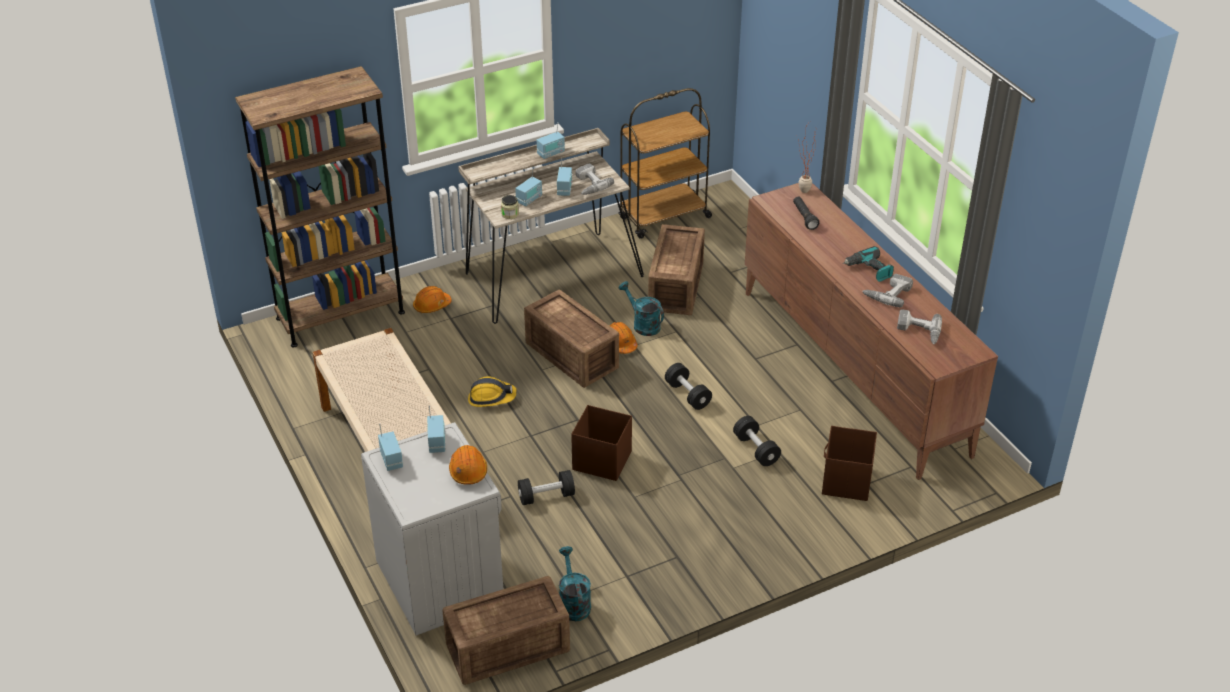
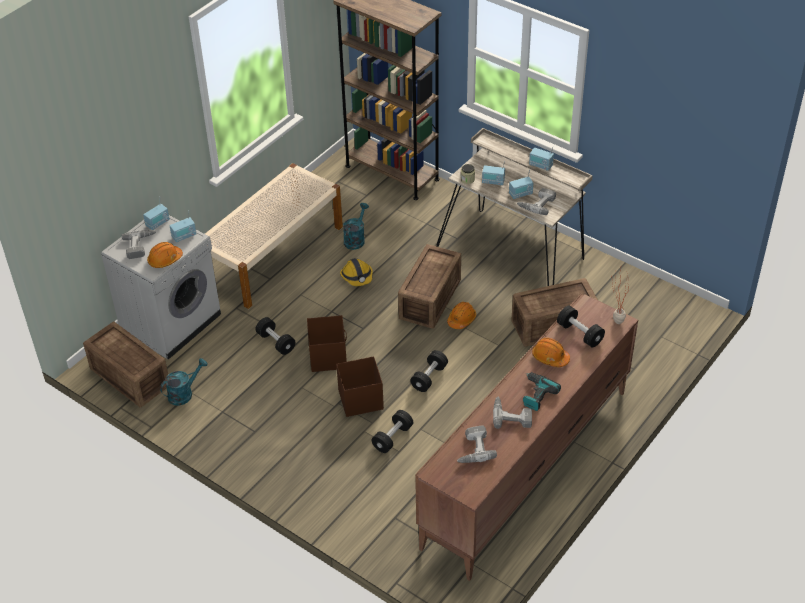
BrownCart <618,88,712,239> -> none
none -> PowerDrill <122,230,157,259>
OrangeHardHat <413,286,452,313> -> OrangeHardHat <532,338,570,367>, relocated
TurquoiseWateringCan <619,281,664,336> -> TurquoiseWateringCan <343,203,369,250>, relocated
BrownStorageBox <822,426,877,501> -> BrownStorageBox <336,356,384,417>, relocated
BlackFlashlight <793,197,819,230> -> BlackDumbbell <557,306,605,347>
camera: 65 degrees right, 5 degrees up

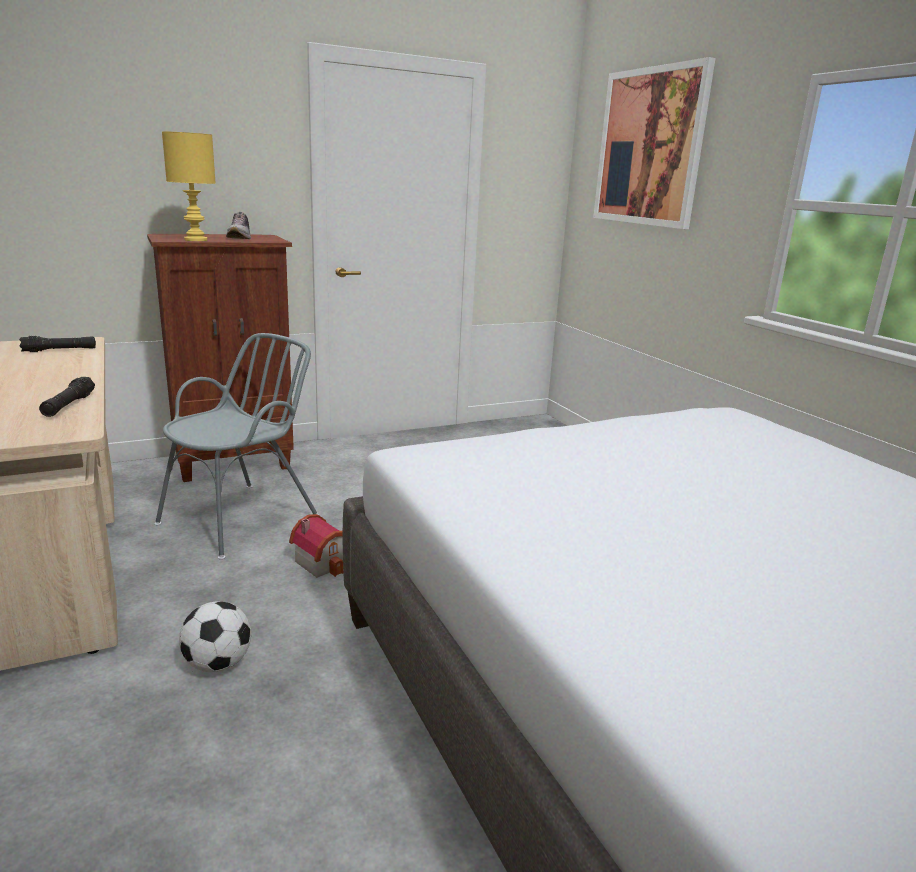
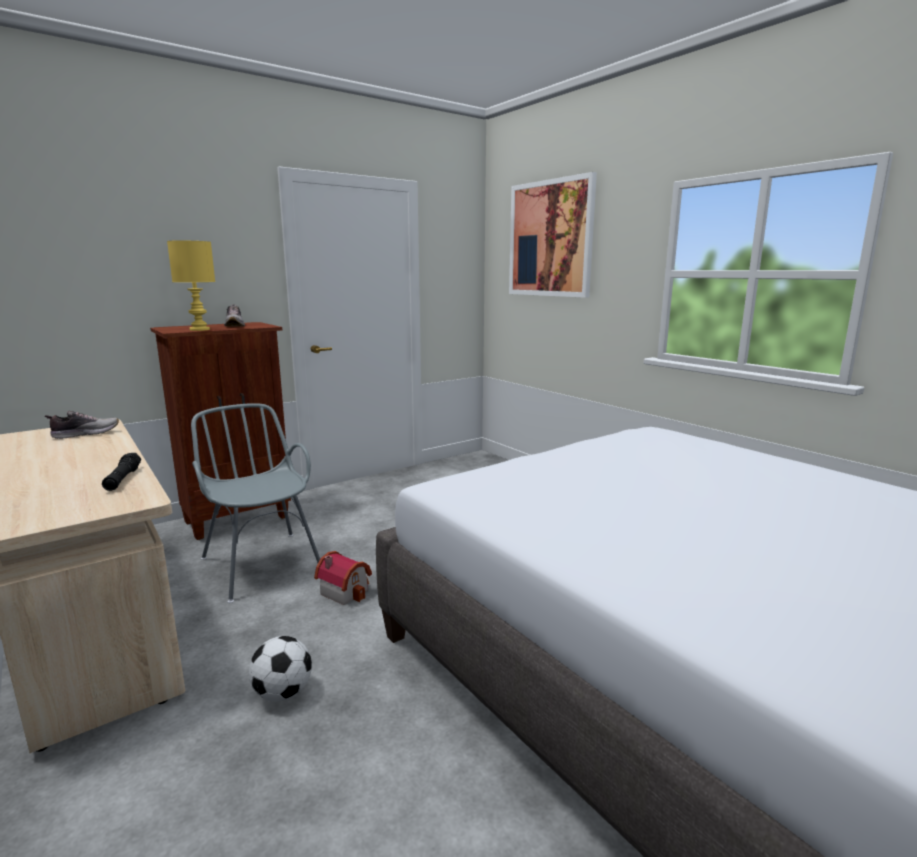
BlackFlashlight <19,336,96,352> -> Shoe <45,411,119,439>
GreyChair <154,333,319,559> -> GreyChair <191,403,320,603>, 60 degrees counterclockwise
camera: 10 degrees left, 5 degrees down

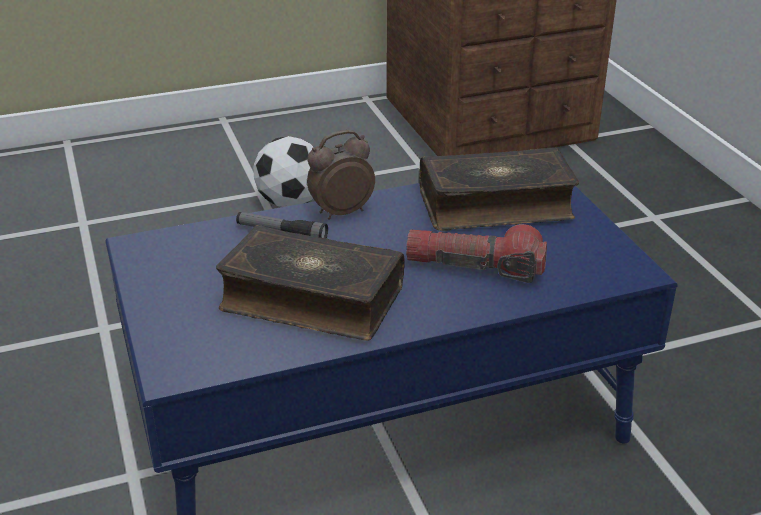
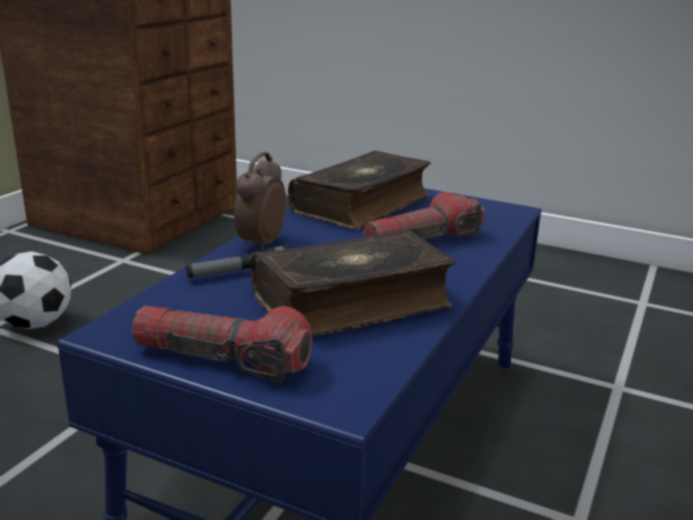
none -> Flashlight <132,306,312,383>
camera: 45 degrees left, 10 degrees down

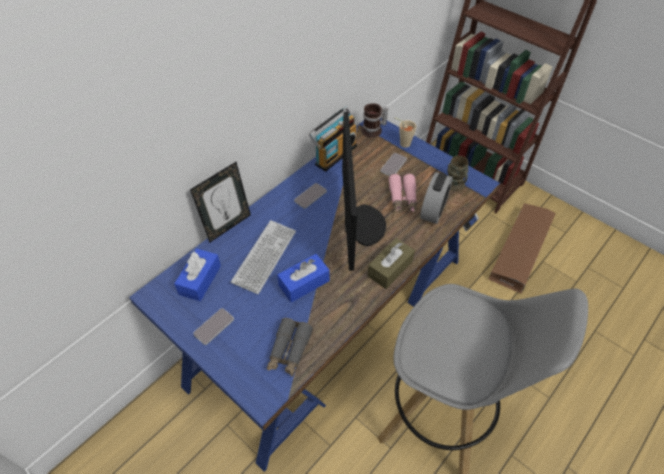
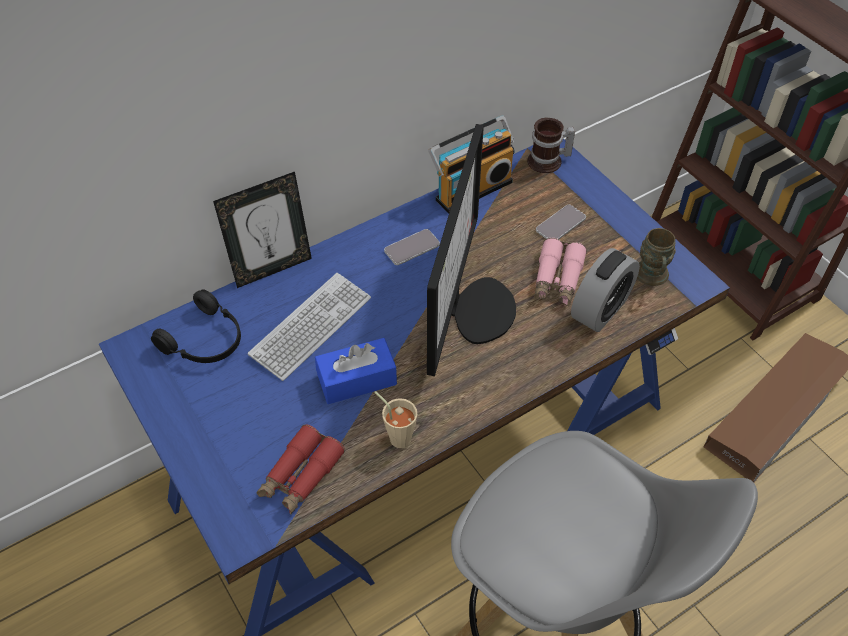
Phone <193,308,234,345> -> none
BrownTissueBox <367,238,415,289> -> none
BeigeCup <394,117,417,148> -> BeigeCup <374,391,417,448>, relocated
BlueTissueBox <174,248,221,301> -> BlackHeadphones <151,289,241,363>
GreyBinoculars <267,318,313,377> -> RedBinoculars <257,424,345,515>
camera: 15 degrees right, 0 degrees up

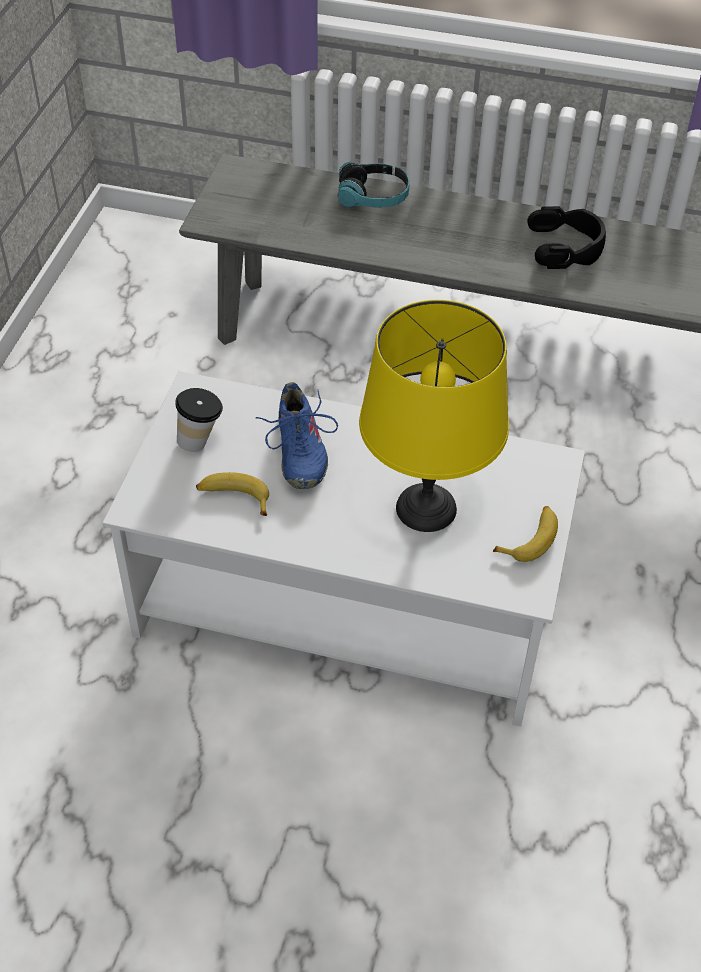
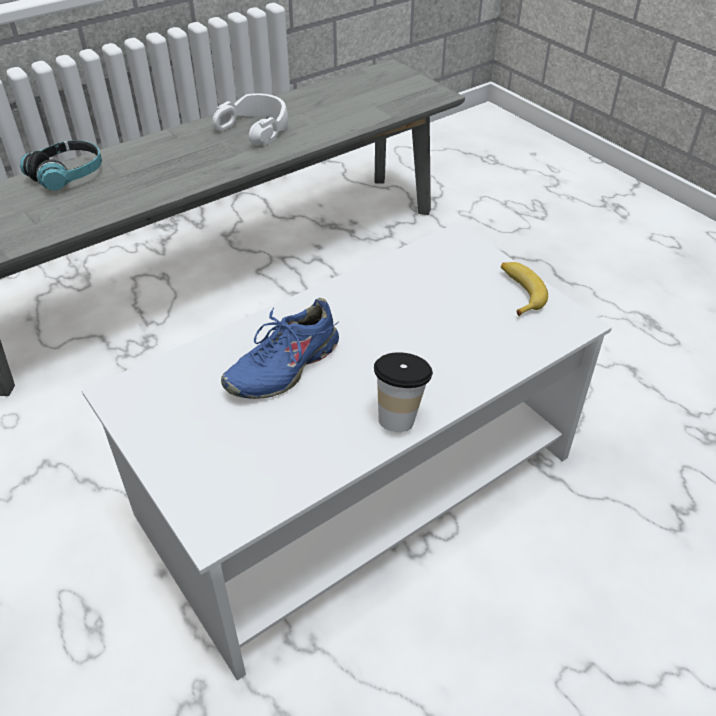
Banana <196,472,269,516> -> none
YellowTableLamp <359,300,509,532> -> none
Cup <175,388,223,452> -> Cup <374,352,433,432>, relocated
BlackHeadphones <527,206,606,269> -> WhiteHeadphones <213,93,288,146>
BlueShoe <256,382,338,489> -> BlueShoe <221,298,339,399>, 105 degrees clockwise
camera: 50 degrees left, 5 degrees down

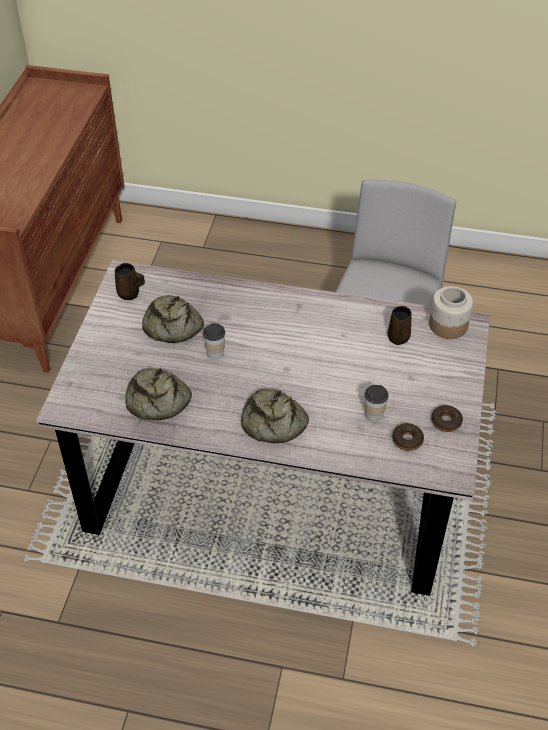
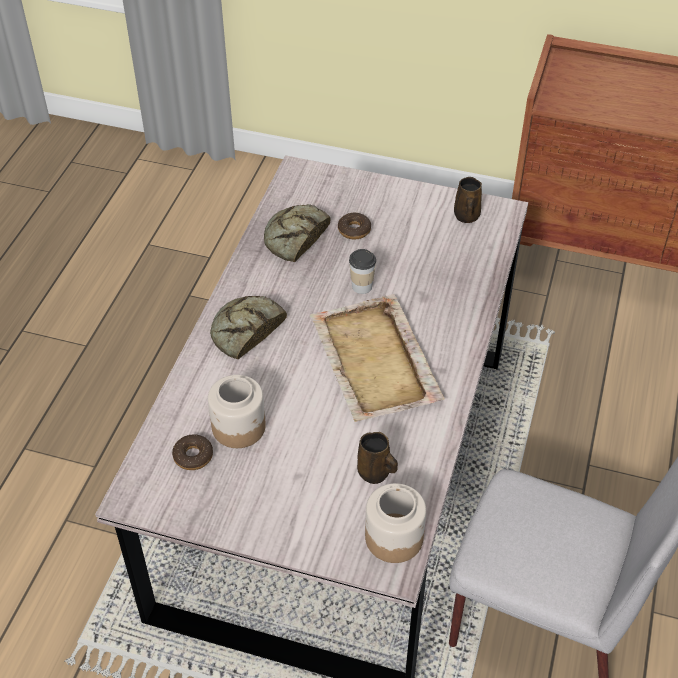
Bread <142,295,204,343> -> none
none -> BeigeTray <309,294,445,422>
Donut <431,405,463,432> -> Donut <338,213,371,239>, relocated
Cup <365,385,388,423> -> Jar <208,375,266,448>
camera: 95 degrees right, 0 degrees up

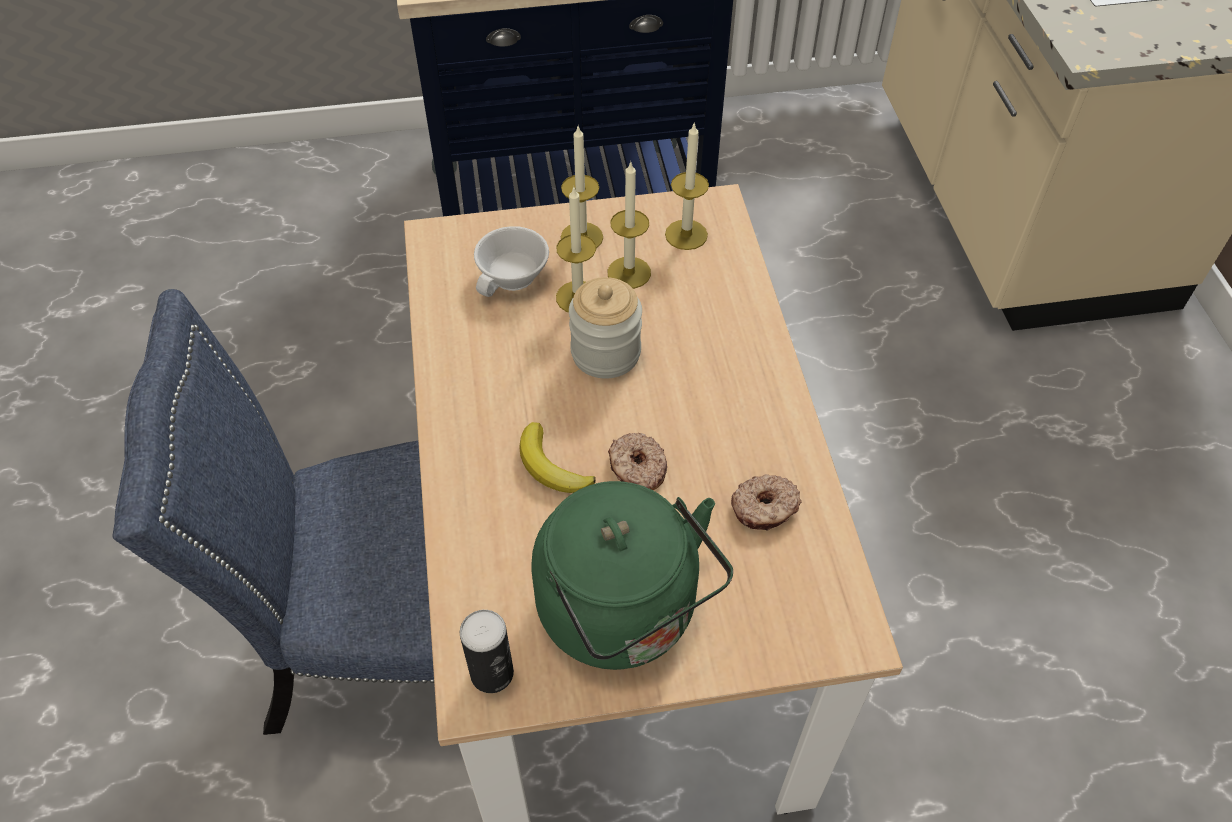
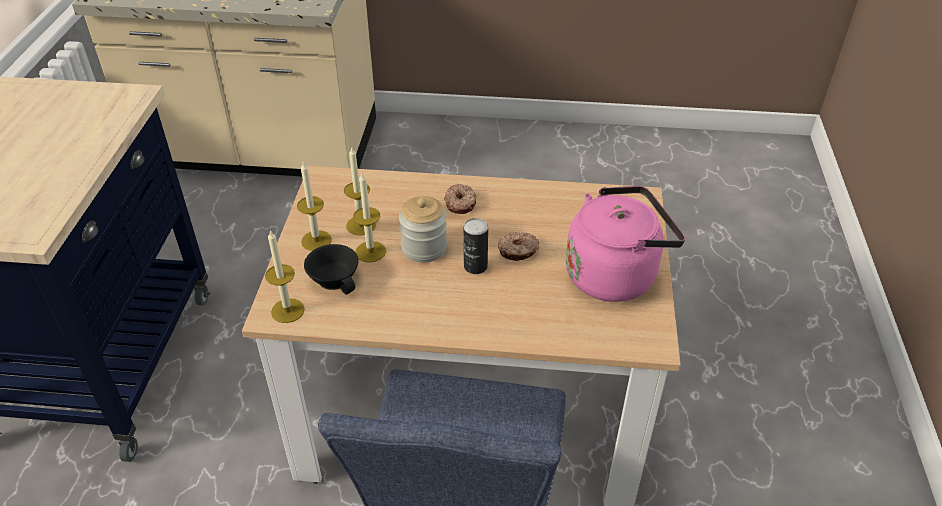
Banana <519,422,596,493> -> none
Can <460,610,514,693> -> Can <464,218,488,274>, relocated
Candle <665,122,709,250> -> Candle <265,230,305,323>, relocated
Donut <731,474,802,530> -> Donut <444,184,476,214>, relocated
WhiteCup <474,226,549,297> -> BlackCup <304,244,358,294>
GreenKettle <531,481,733,670> -> PinkKettle <566,186,685,302>
camera: 75 degrees left, 10 degrees down

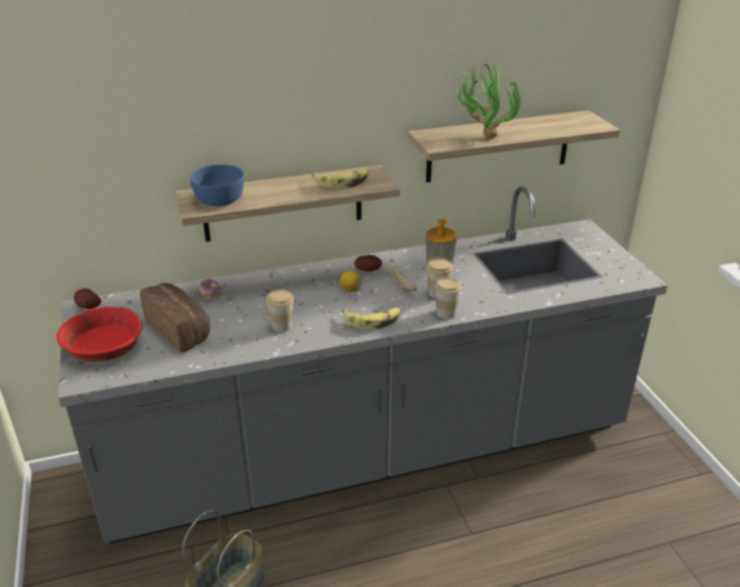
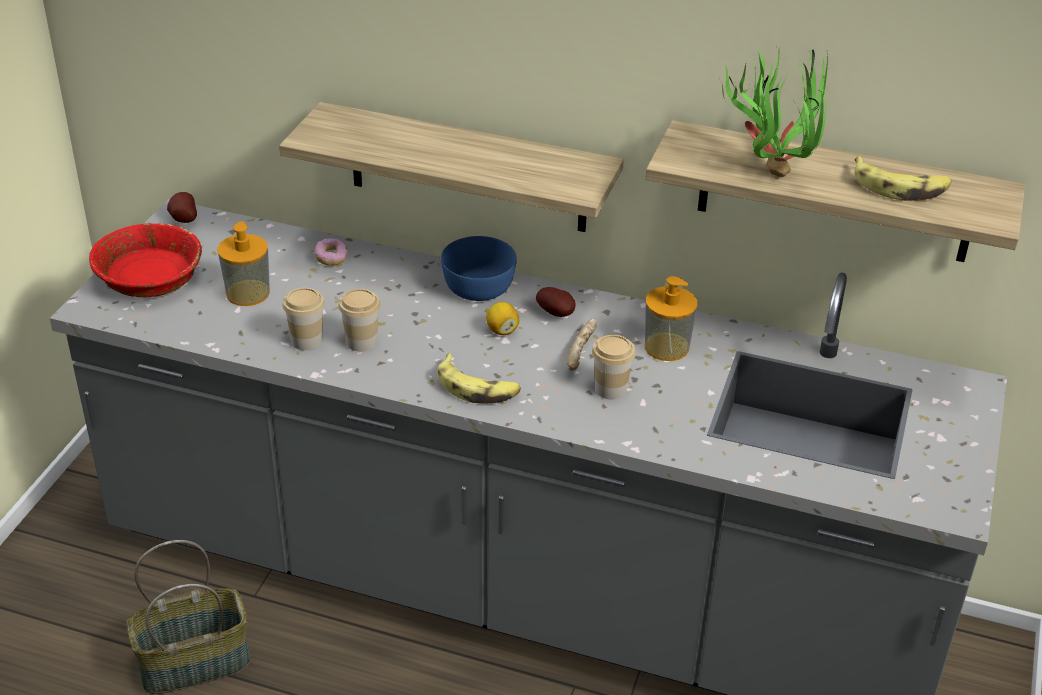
BlueBowl <190,164,244,206> -> BlueBowl <441,236,517,301>, relocated
Banana <312,169,368,189> -> Banana <855,156,952,201>, relocated
Cup <434,277,462,319> -> Cup <283,287,325,351>, relocated
Bread <140,283,210,353> -> SoapDispenser <217,221,270,306>
camera: 35 degrees right, 5 degrees up

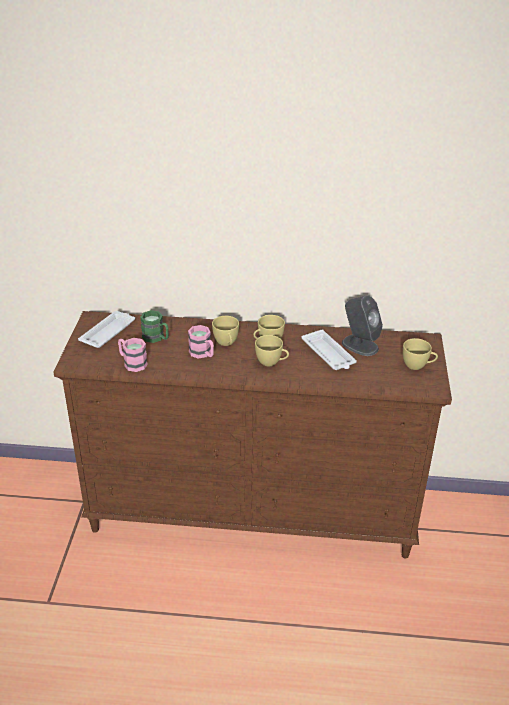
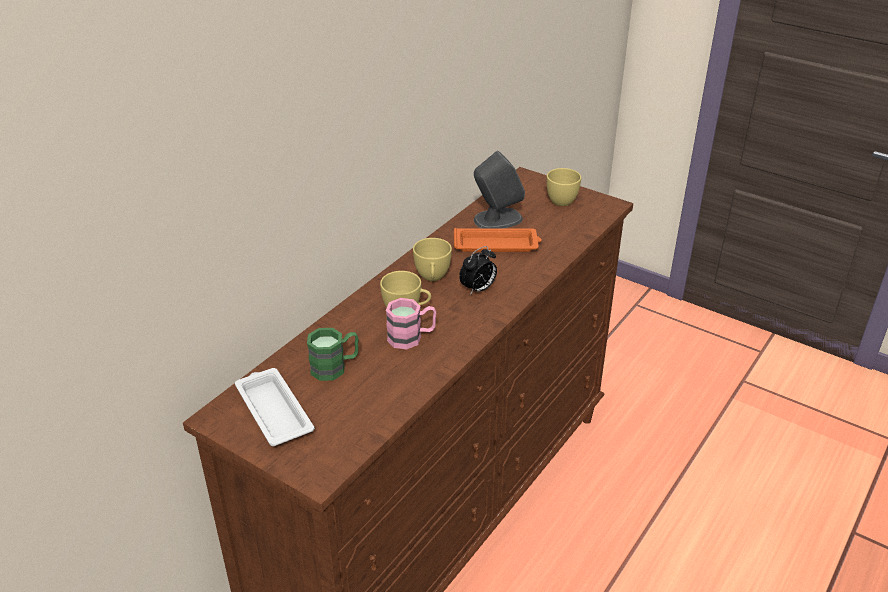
PinkMug <118,338,148,372> -> none
YellowCup <255,335,289,366> -> AlarmClock <459,246,497,295>
WhiteTray <301,329,357,370> -> OrangeTray <454,228,542,252>
camera: 60 degrees left, 0 degrees up

